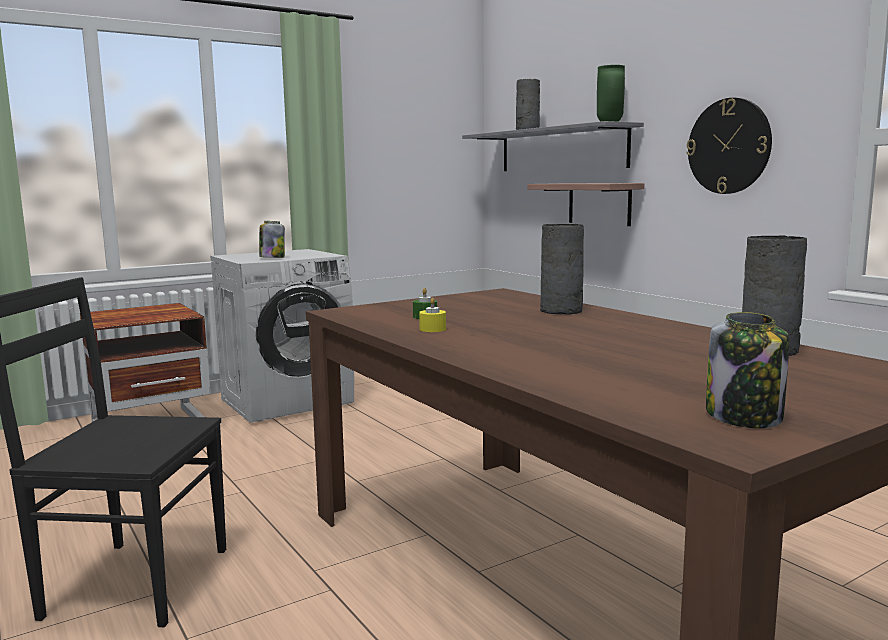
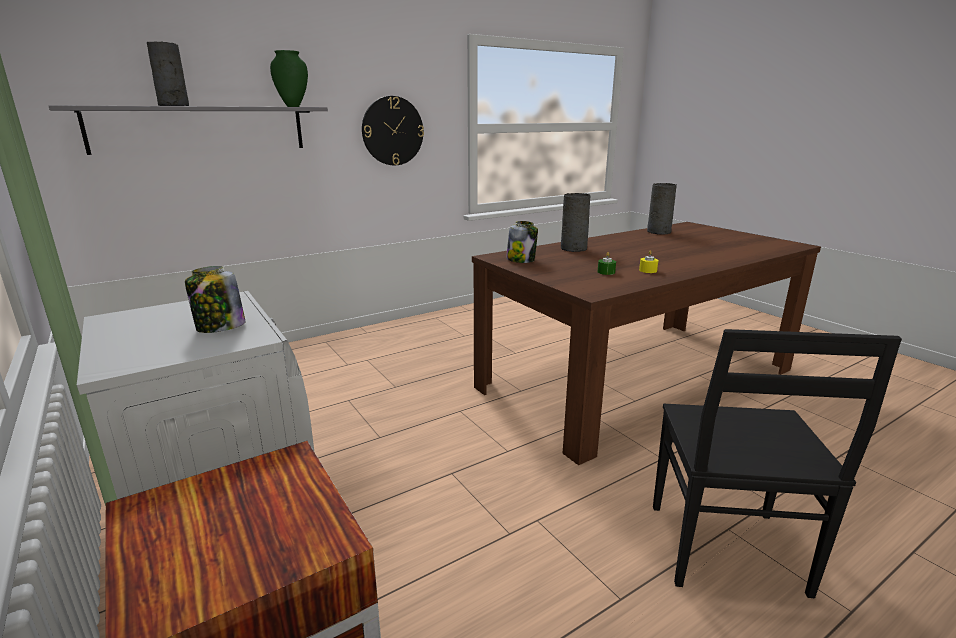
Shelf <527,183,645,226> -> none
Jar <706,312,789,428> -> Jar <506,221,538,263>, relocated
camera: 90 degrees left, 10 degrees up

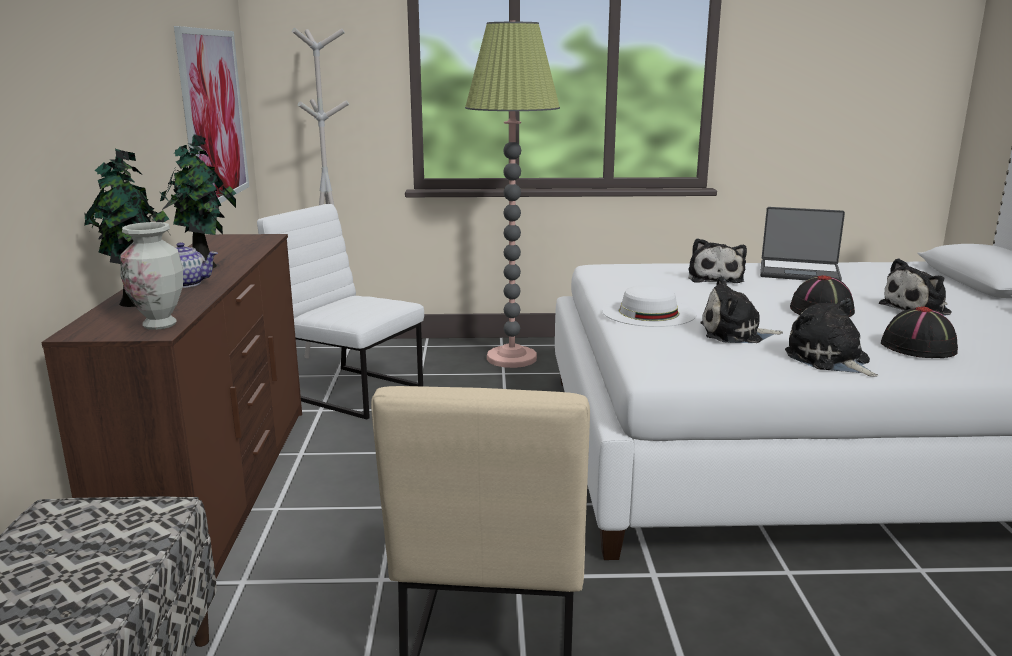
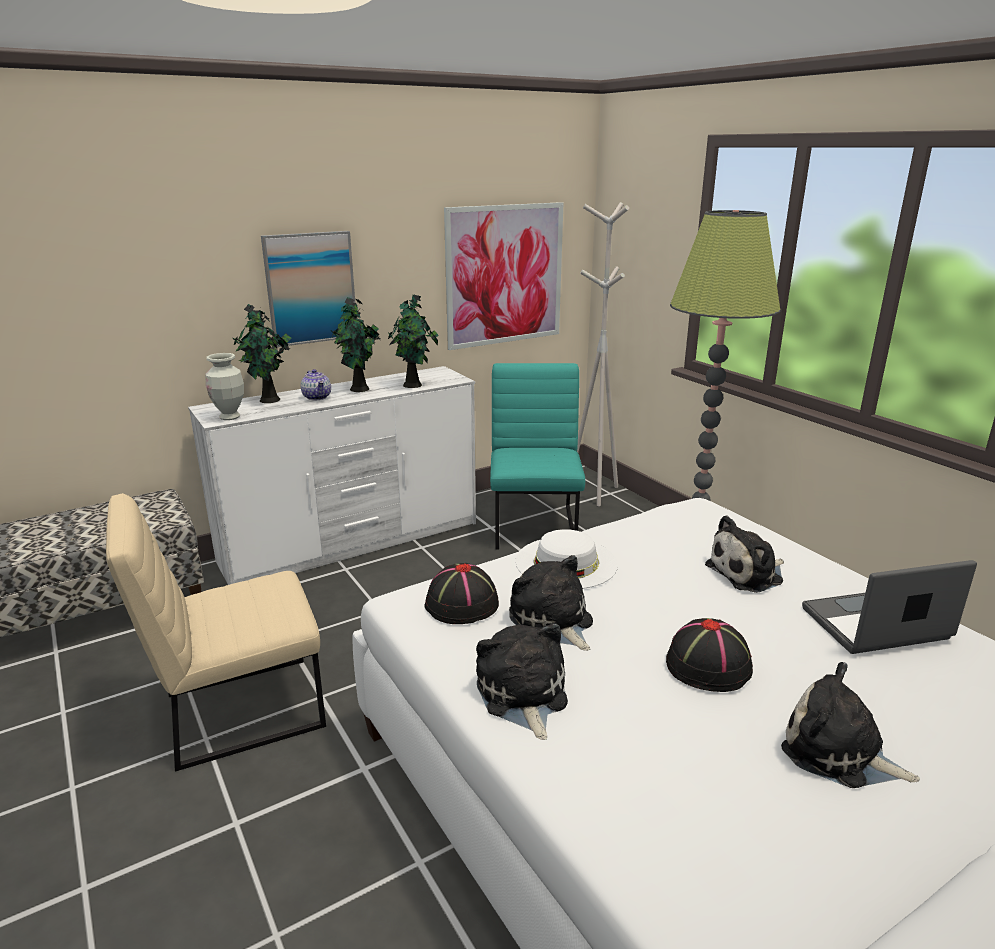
none -> Picture <261,231,355,347>
none -> PottedPlant <387,294,439,388>
BlackHat <881,306,958,358> -> BlackHat <425,563,499,624>, relocated
BrownDresser <41,234,302,578> -> WhiteDresser <188,366,476,585>
WhiteChair <257,204,424,420> -> TurquoiseChair <490,363,585,550>
Laptop <760,207,845,281> -> Laptop <802,560,977,654>, 90 degrees clockwise
PlushToy <785,298,878,377> -> PlushToy <476,623,568,740>, 45 degrees counterclockwise
camera: 60 degrees right, 5 degrees up

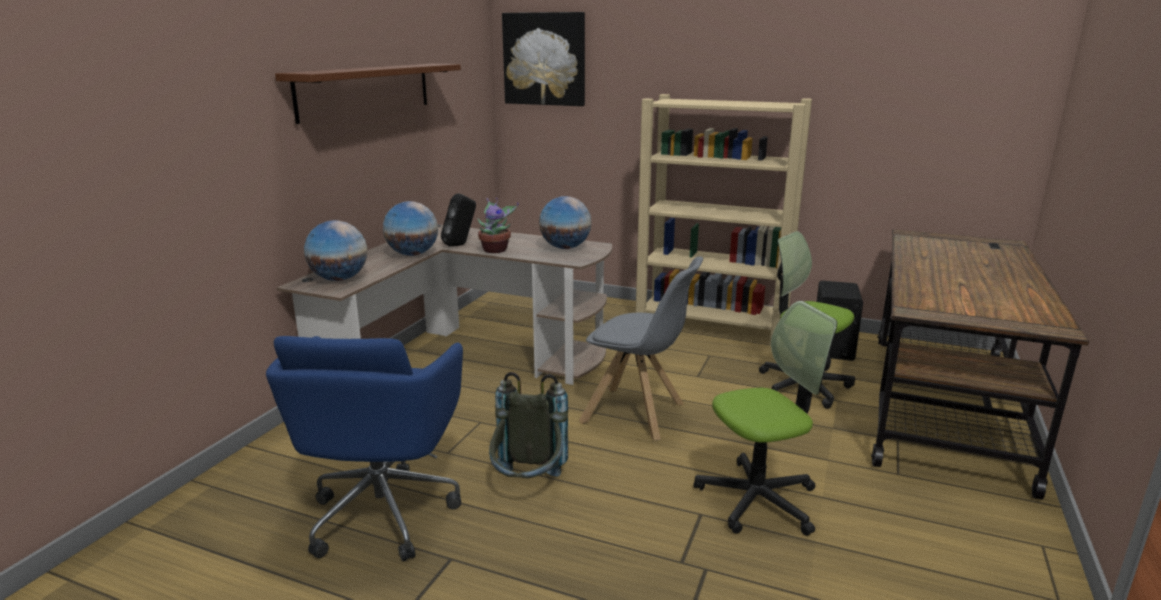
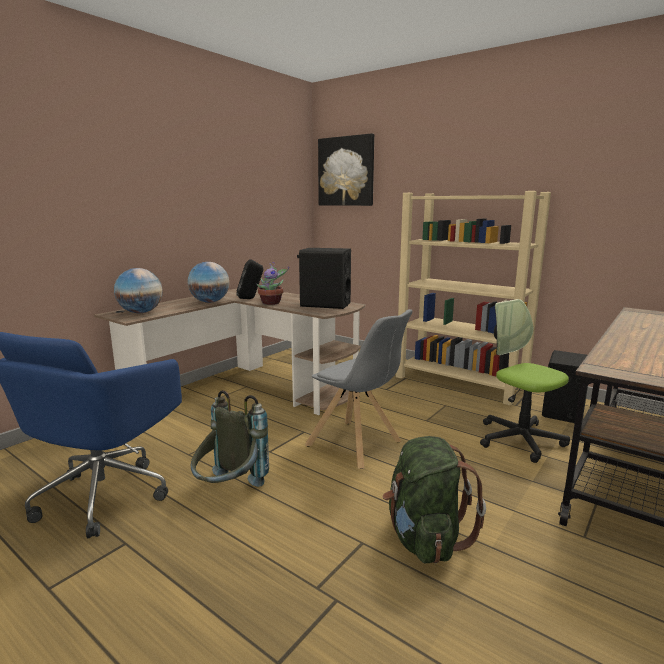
BrownShelf <275,64,461,124> -> none
Globe <539,196,592,249> -> BlackSpeaker <297,248,351,309>
OfficeChair <693,301,837,536> -> GreenBackpack <383,436,486,563>
camera: 15 degrees right, 5 degrees down

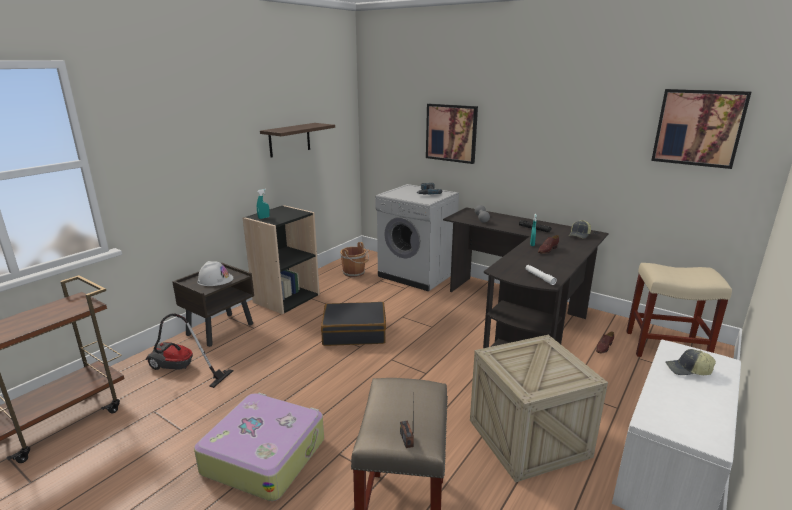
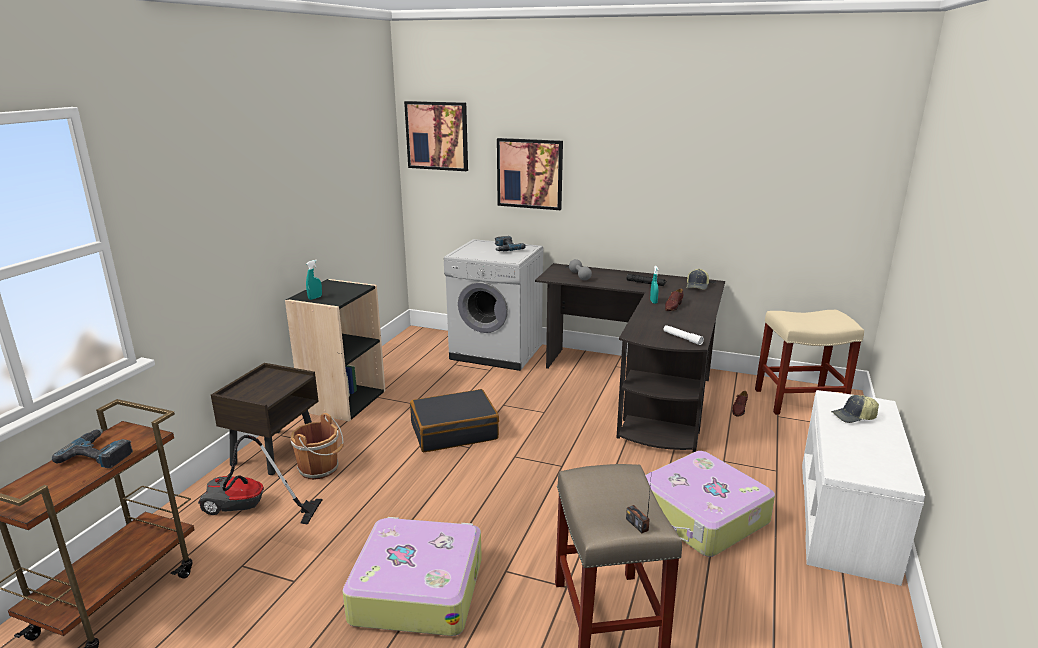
WhiteHardHat <197,261,233,286> -> none
Shelf <260,123,335,157> -> none
none -> PowerDrill <52,429,133,468>
BrownBucket <340,242,369,277> -> BrownBucket <290,413,344,480>, relocated
Picture <651,89,751,169> -> Picture <404,101,468,171>, relocated
Crate <470,335,608,483> -> Suitcase <645,451,775,557>
camera: 15 degrees left, 0 degrees up

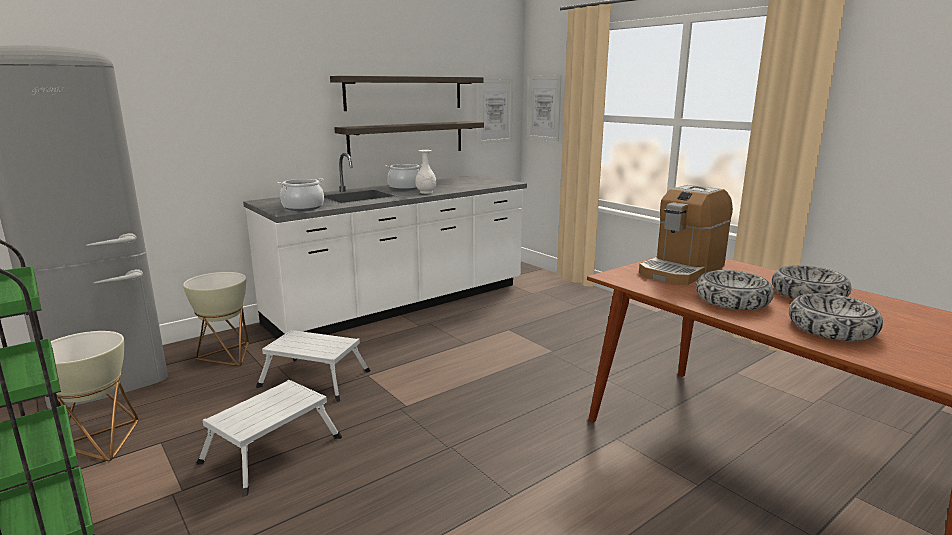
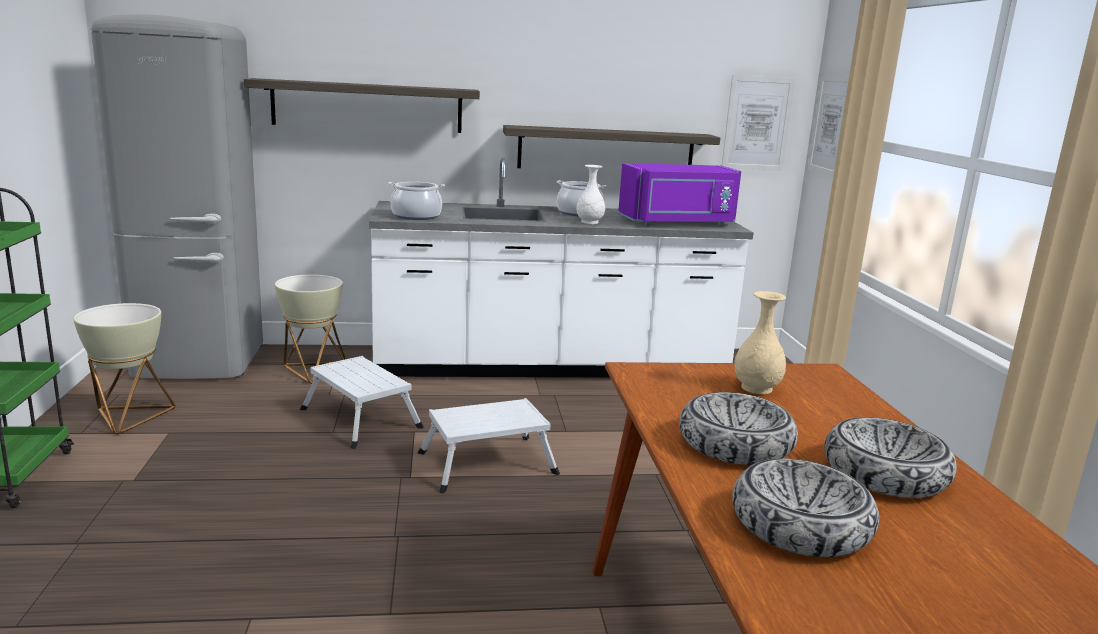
none -> PurpleMicrowave <618,163,741,225>
WhiteStepLadder <196,380,342,496> -> WhiteStepLadder <418,398,560,493>, relocated
Shelf <330,76,484,111> -> Shelf <244,78,480,133>, relocated
CoffeeMachine <639,185,733,285> -> BeigeVase <735,291,786,394>
camera: 30 degrees right, 0 degrees up

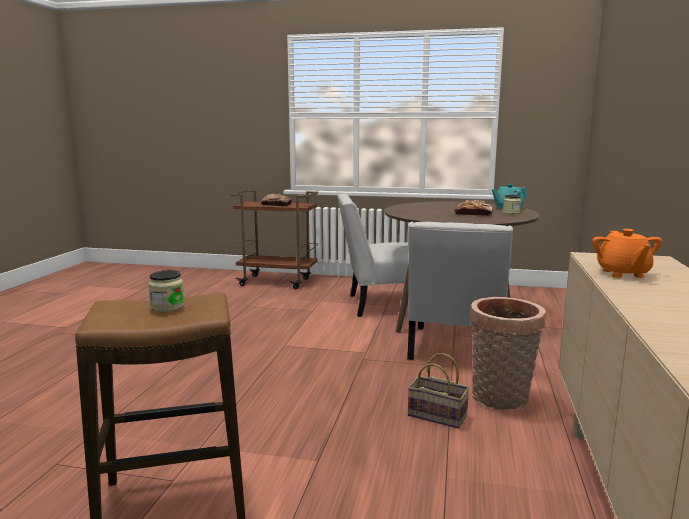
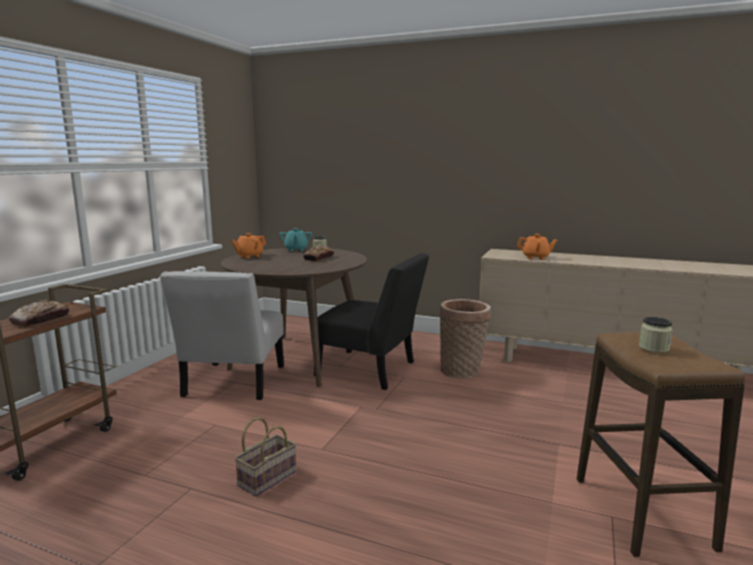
none -> OrangeTeapot <231,233,266,259>
Basket <408,353,470,429> -> Basket <235,417,296,497>, relocated
WhiteChair <407,222,513,360> -> BlackChair <314,253,429,390>
camera: 80 degrees left, 0 degrees up

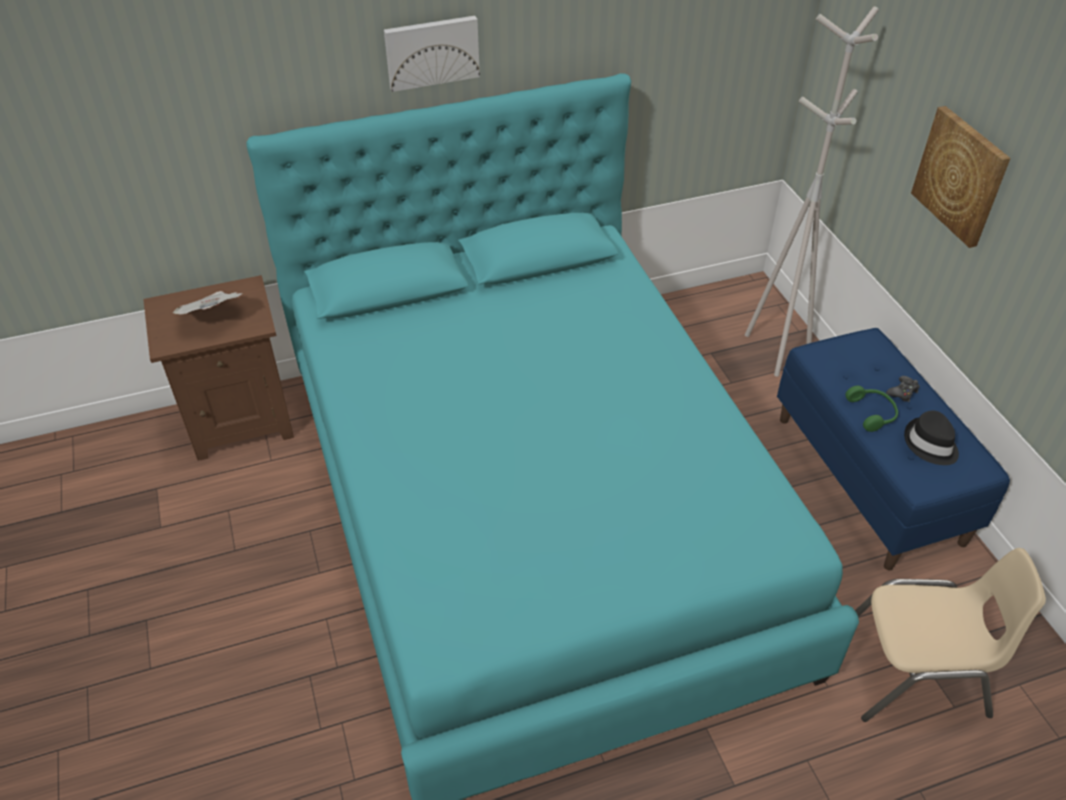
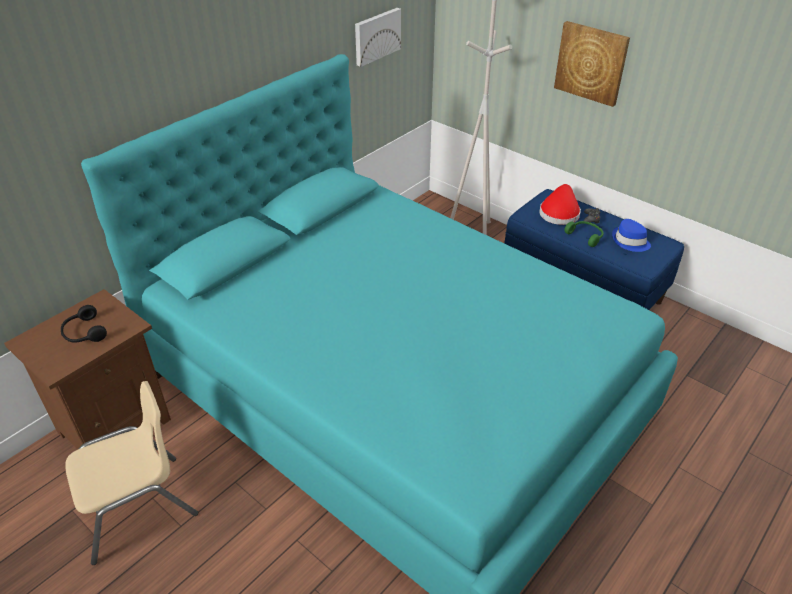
none -> RedHat <540,184,581,225>
Picture <384,16,480,92> -> Picture <355,8,401,67>, relocated
BeigeChair <855,548,1046,722> -> BeigeChair <65,381,198,565>, relocated
Newspaper <173,291,243,314> -> BlackHeadphones <61,305,107,342>
BlackHat <904,410,959,465> -> BlueHat <612,219,651,252>
camera: 30 degrees left, 5 degrees down

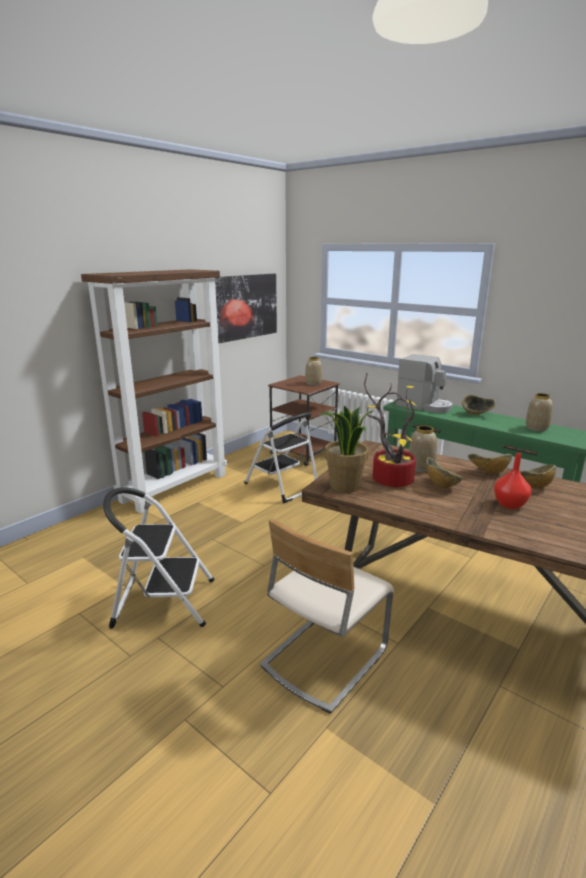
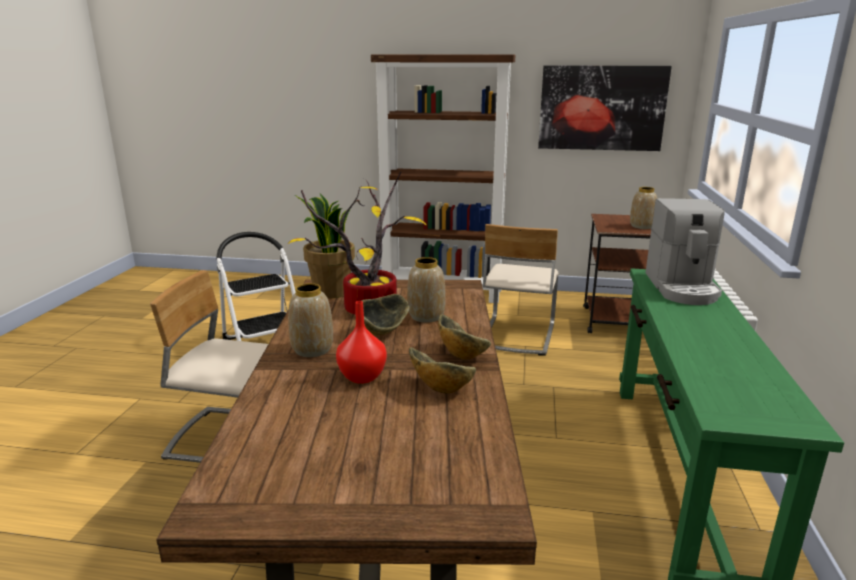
Bowl <462,395,496,415> -> none
Vase <526,393,553,432> -> Vase <288,283,333,357>, relocated
StepLadder <244,412,317,503> -> BeigeChair <483,224,559,356>
camera: 60 degrees right, 0 degrees up

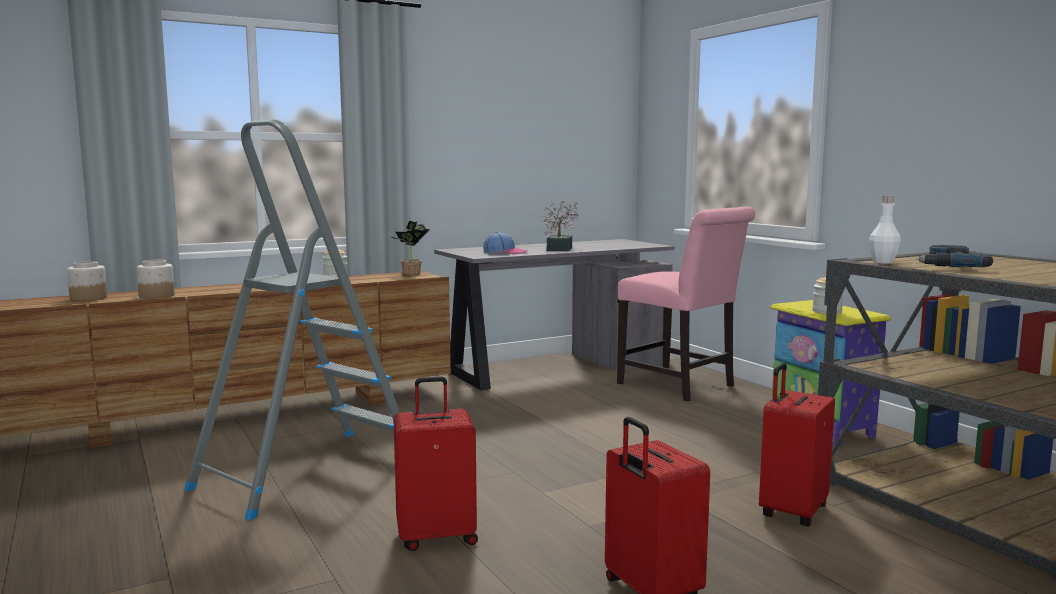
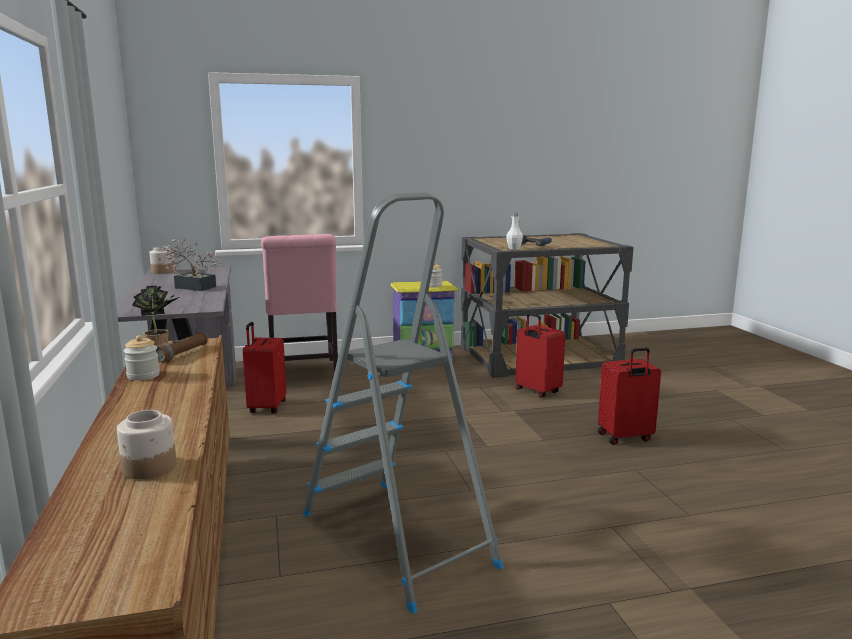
Cap <483,232,527,254> -> none
none -> BrownFlashlight <156,332,208,362>
Jar <67,261,107,301> -> Jar <149,247,175,274>, relocated
RedSuitcase <393,377,478,551> -> RedSuitcase <243,322,286,414>, relocated
PinkChair <617,207,755,402> -> PinkChair <261,234,338,373>, 105 degrees clockwise
camera: 75 degrees left, 5 degrees up

